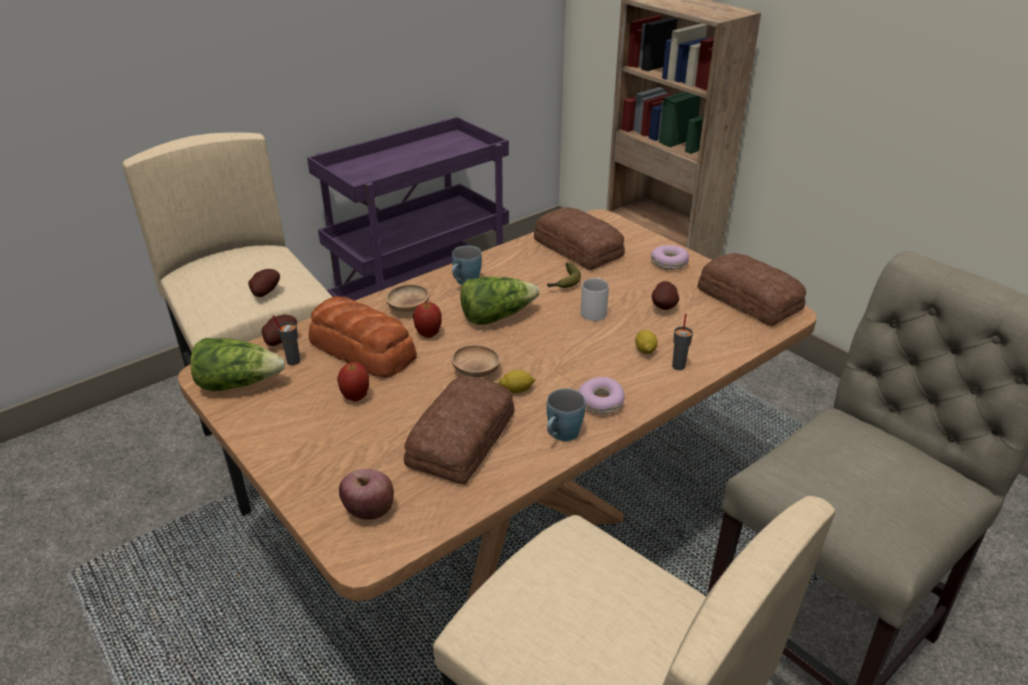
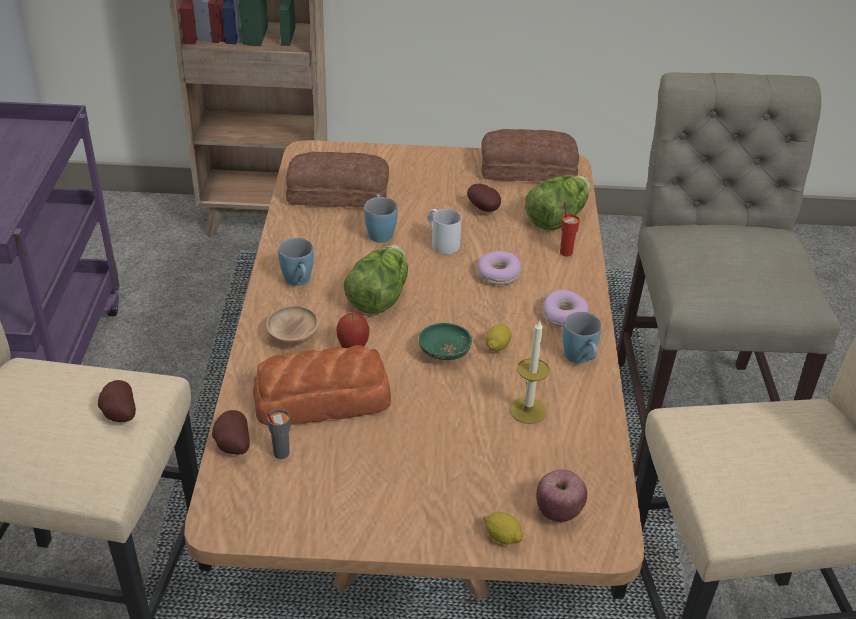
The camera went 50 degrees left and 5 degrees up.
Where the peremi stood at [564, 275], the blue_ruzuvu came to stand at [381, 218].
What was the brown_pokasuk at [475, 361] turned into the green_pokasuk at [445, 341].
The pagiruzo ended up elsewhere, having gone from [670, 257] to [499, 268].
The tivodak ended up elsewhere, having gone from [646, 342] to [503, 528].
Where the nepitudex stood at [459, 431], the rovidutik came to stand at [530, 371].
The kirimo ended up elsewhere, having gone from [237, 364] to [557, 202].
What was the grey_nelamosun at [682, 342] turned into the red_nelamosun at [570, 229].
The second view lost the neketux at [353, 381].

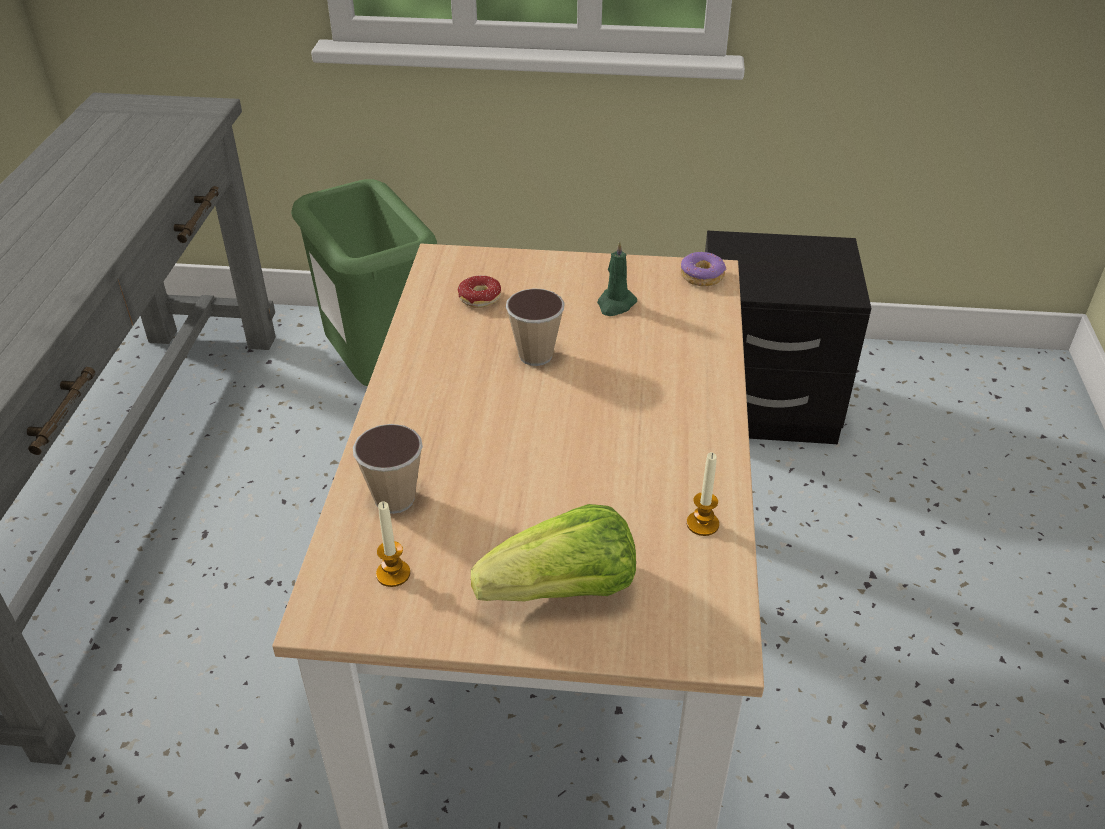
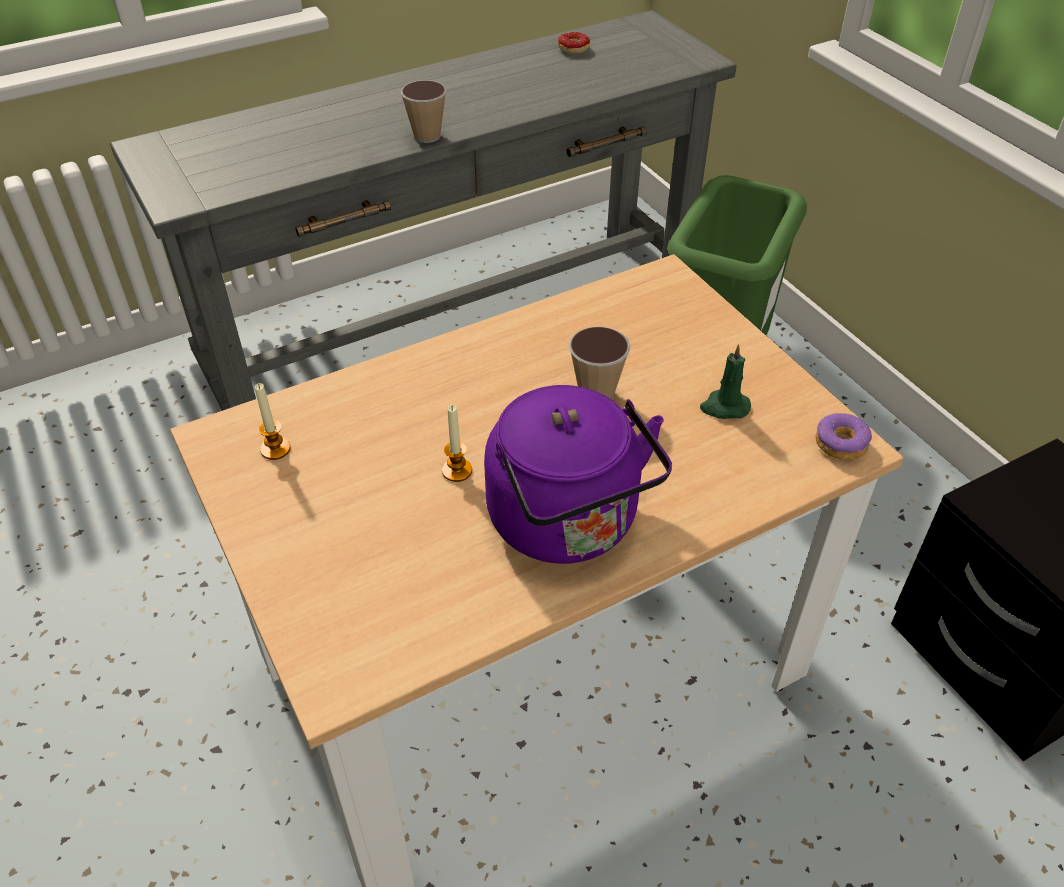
The camera went 55 degrees right and 5 degrees up.
The nelamosun ended up elsewhere, having gone from [388, 469] to [424, 111].
The rovidutik ended up elsewhere, having gone from [703, 494] to [457, 443].
The second view gained the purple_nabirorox at [578, 474].
The pagiruzo ended up elsewhere, having gone from [479, 291] to [574, 43].
The second view lost the kirimo at [553, 552].

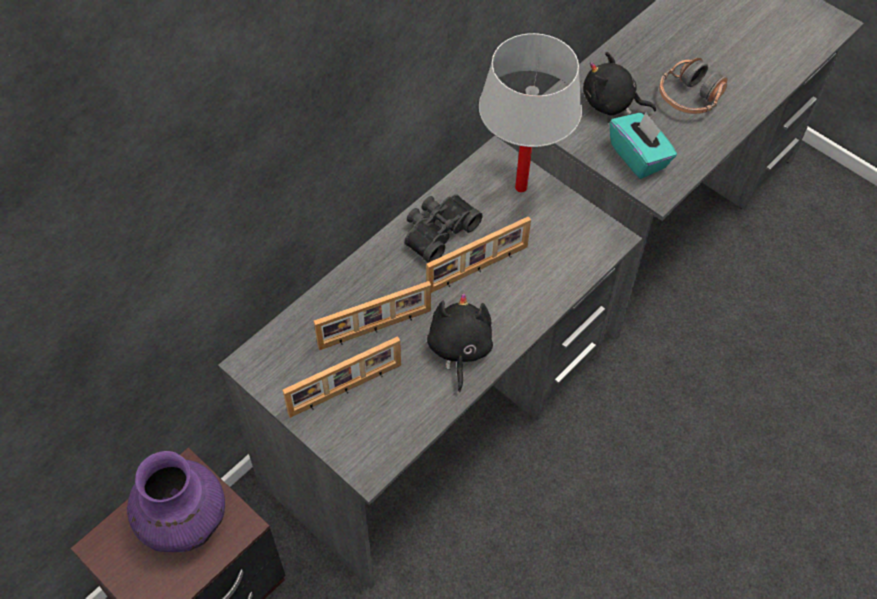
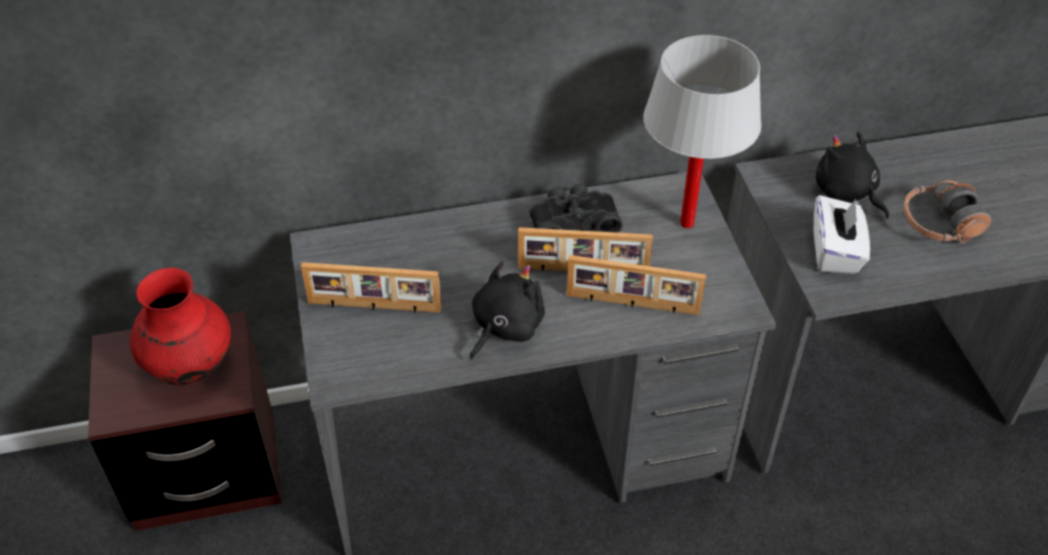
The camera went 35 degrees right and 10 degrees down.
What was the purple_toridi at [176, 501] turned into the red_toridi at [180, 327].
The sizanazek ended up elsewhere, having gone from [372, 315] to [636, 285].
What was the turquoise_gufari at [643, 145] turned into the white_gufari at [842, 234].

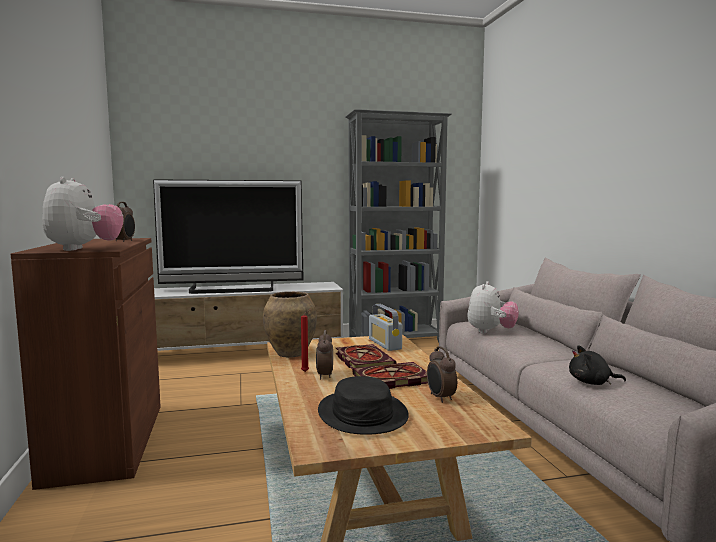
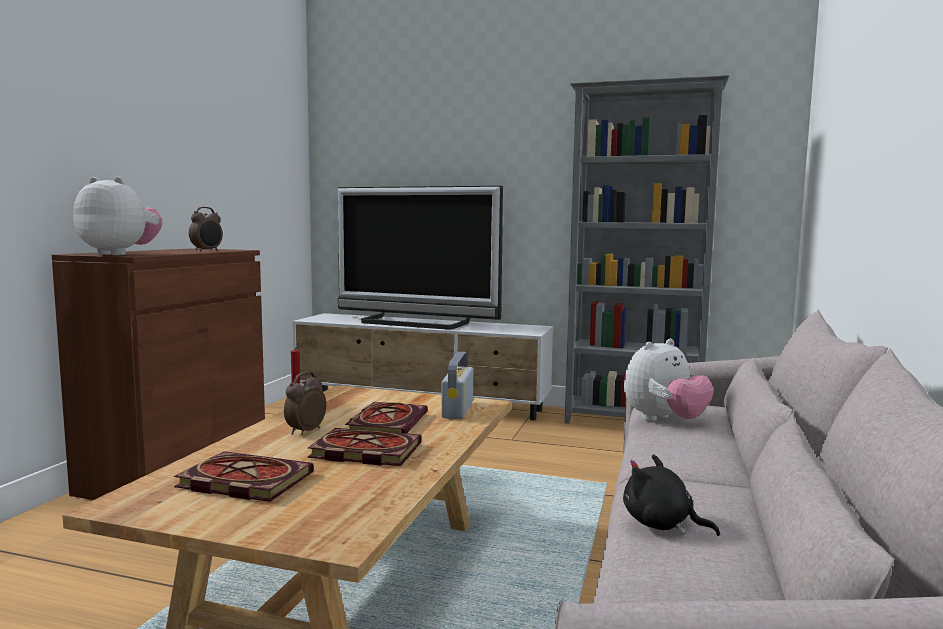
The camera went 30 degrees right and 0 degrees up.
The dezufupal at [82, 214] ended up facing another way, 90 degrees counterclockwise from before.
Where the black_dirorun stood at [363, 405], the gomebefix came to stand at [244, 476].
The second view lost the brown_toridi at [290, 324].
The second view lost the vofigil at [442, 374].

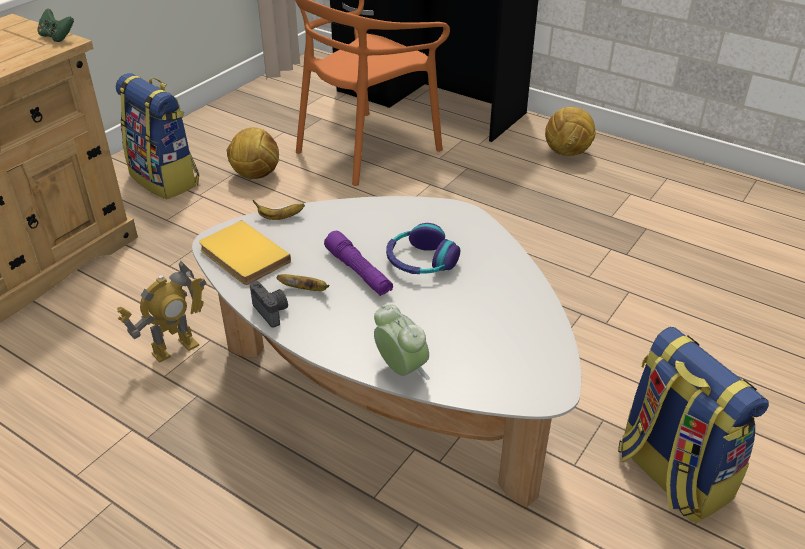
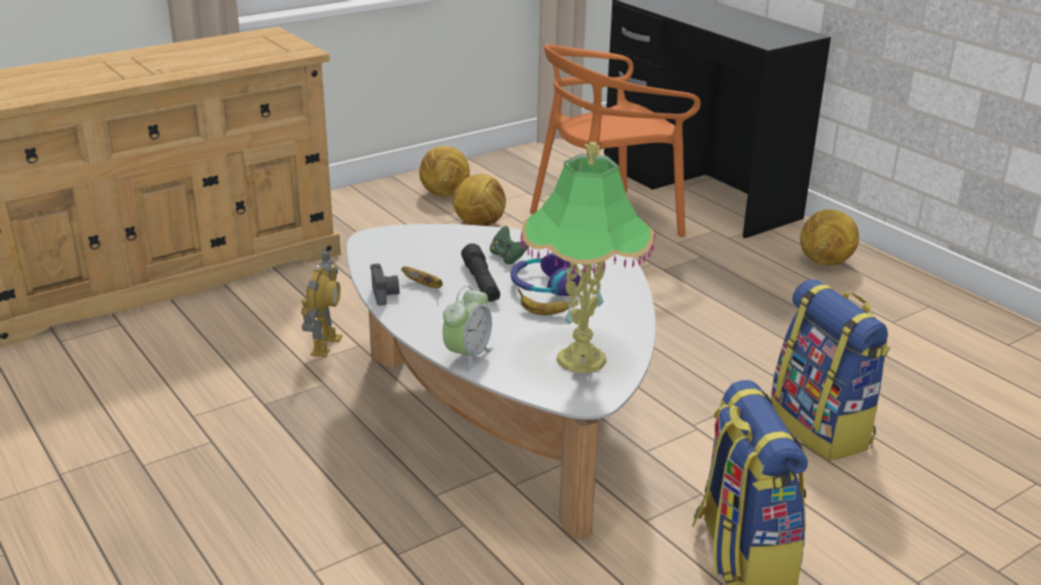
The camera went 20 degrees right and 10 degrees down.
The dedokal at [162, 311] ended up facing another way, 60 degrees counterclockwise from before.
The second view gained the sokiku at [444, 171].
The vofigil at [402, 342] ended up facing another way, 45 degrees clockwise from before.
What was the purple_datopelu at [358, 263] turned into the black_datopelu at [480, 272].
The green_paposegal ended up elsewhere, having gone from [55, 25] to [509, 245].
The peremi ended up elsewhere, having gone from [279, 210] to [544, 301].
The second view gained the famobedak at [588, 257].
The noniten ended up elsewhere, having gone from [157, 136] to [830, 370].
The second view lost the yellow_gomebefix at [245, 252].

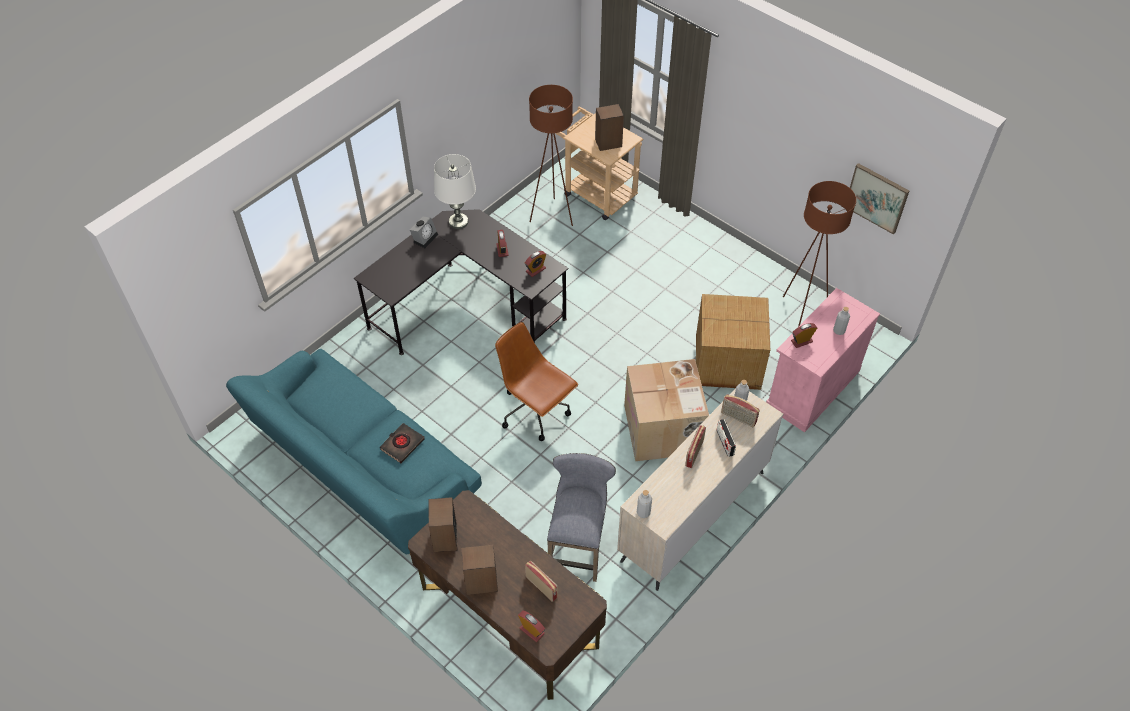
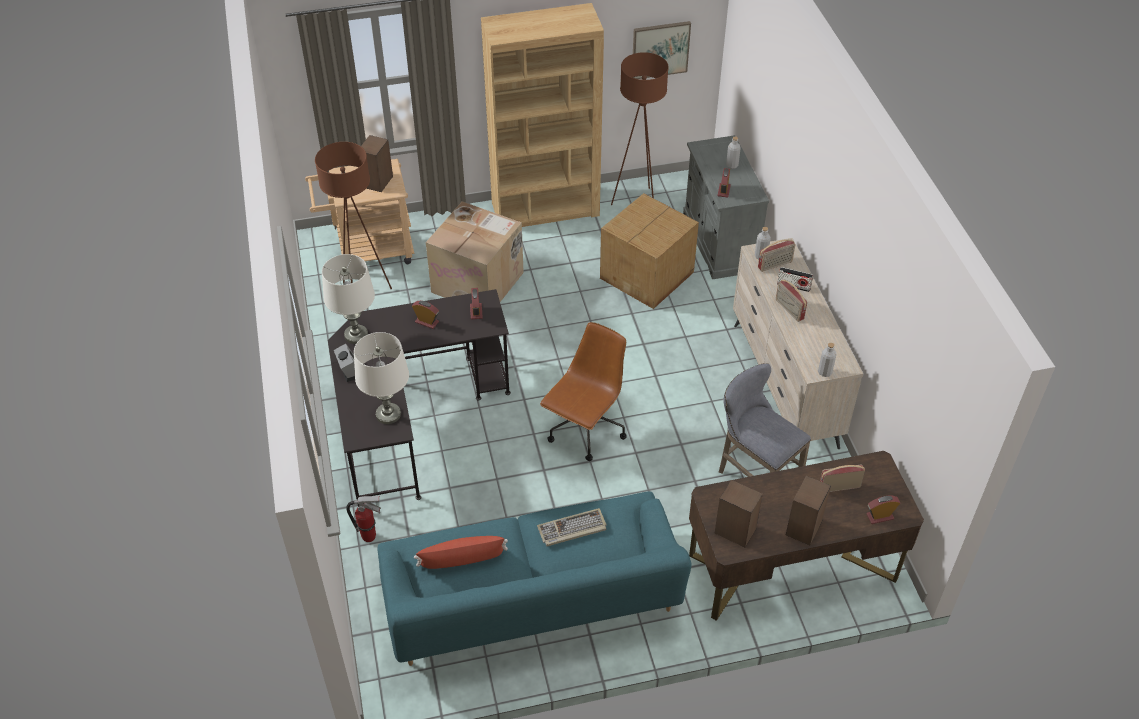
The camera went 55 degrees left and 5 degrees down.
The second view gained the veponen at [363, 519].
The second view gained the white_famobedak at [381, 378].
The second view gained the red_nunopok at [461, 552].
The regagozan ended up elsewhere, having gone from [666, 410] to [475, 251].
The second view gained the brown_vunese at [542, 115].
Where the black_gomebefix stood at [402, 443], the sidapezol came to stand at [572, 527].
The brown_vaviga at [536, 381] ended up facing another way, 135 degrees clockwise from before.
What was the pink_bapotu at [823, 360] turned into the grey_bapotu at [726, 207].

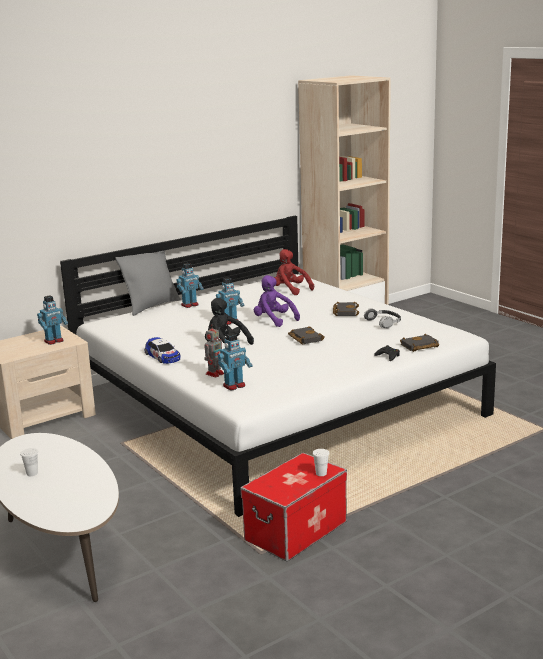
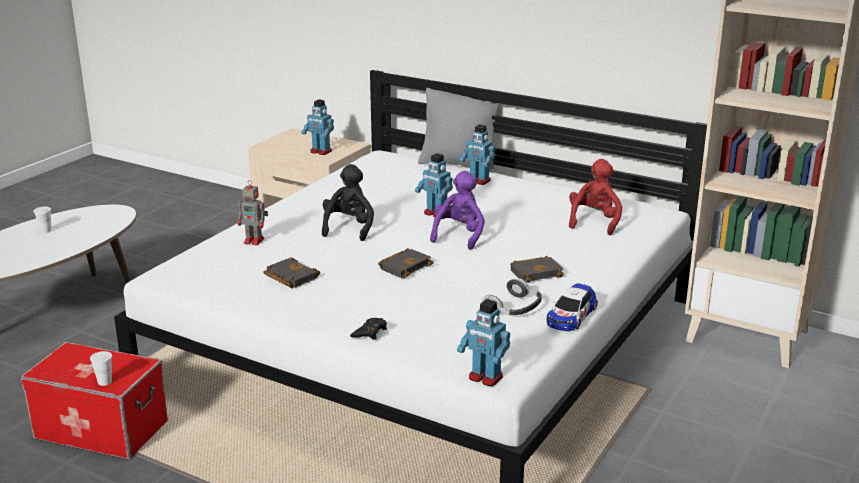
The camera went 65 degrees right and 5 degrees up.
The black_gomebefix ended up elsewhere, having gone from [419, 343] to [291, 272].
The dedokal ended up elsewhere, having gone from [235, 361] to [483, 342].
The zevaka ended up elsewhere, having gone from [162, 350] to [572, 307].

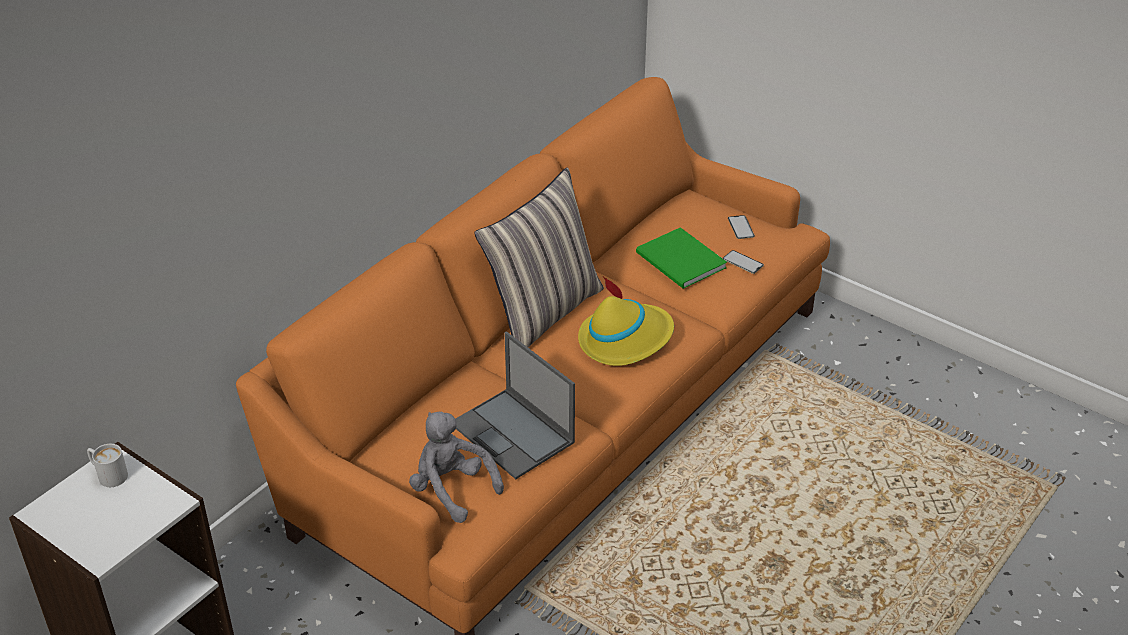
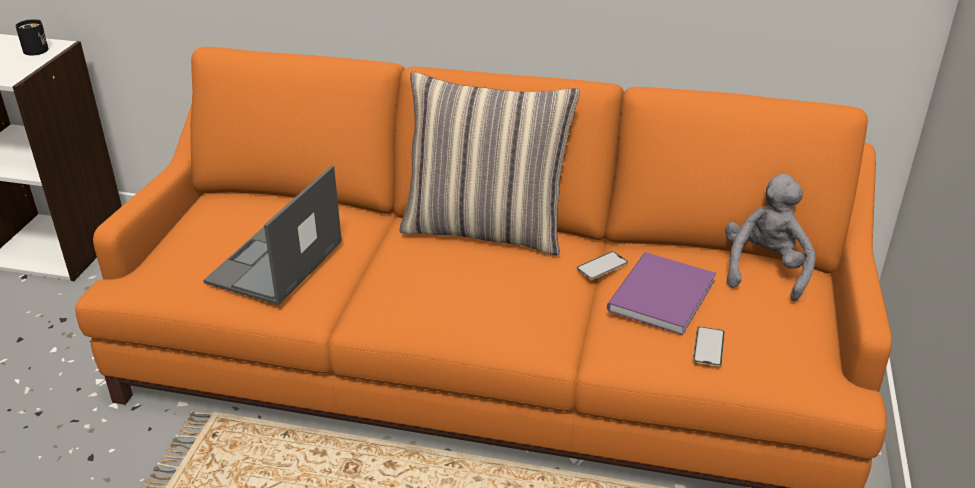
The camera went 65 degrees right and 5 degrees down.
What was the white_ruzuvu at [107, 465] turned into the black_ruzuvu at [32, 37].
The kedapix ended up elsewhere, having gone from [741, 227] to [602, 265].
What was the green_gomebefix at [681, 258] turned into the purple_gomebefix at [661, 293].
The grey_dezufupal ended up elsewhere, having gone from [456, 467] to [770, 237].
The second view lost the yellow_dirorun at [626, 321].

